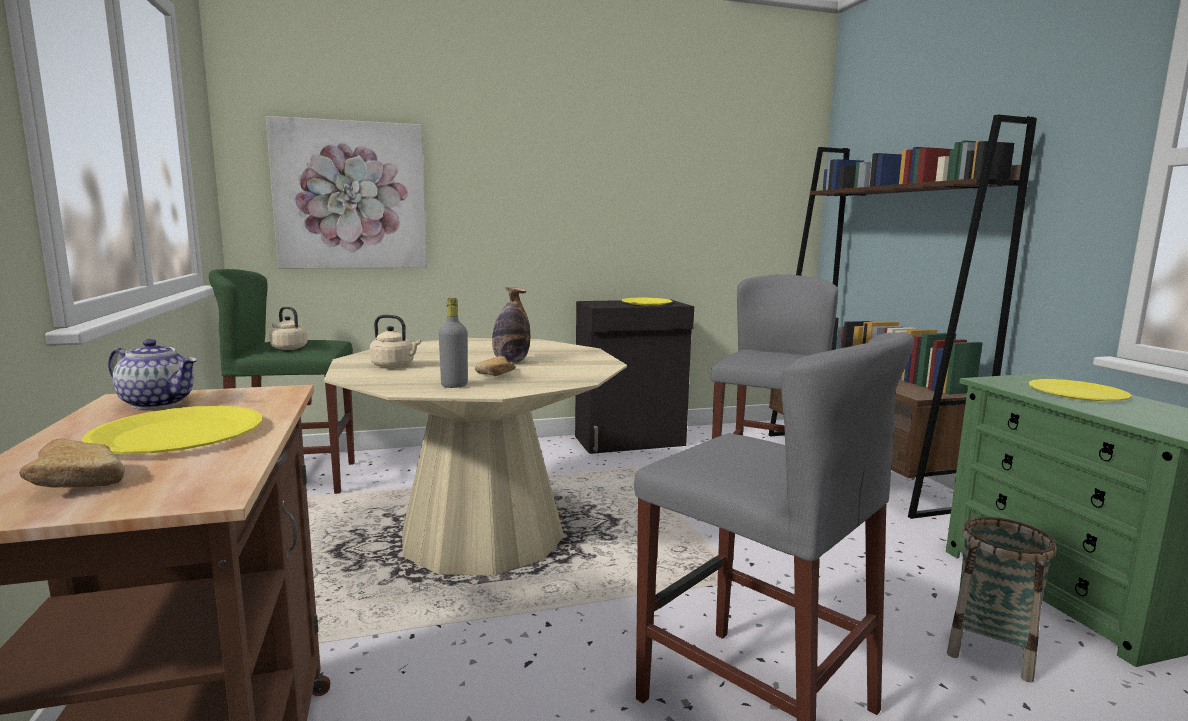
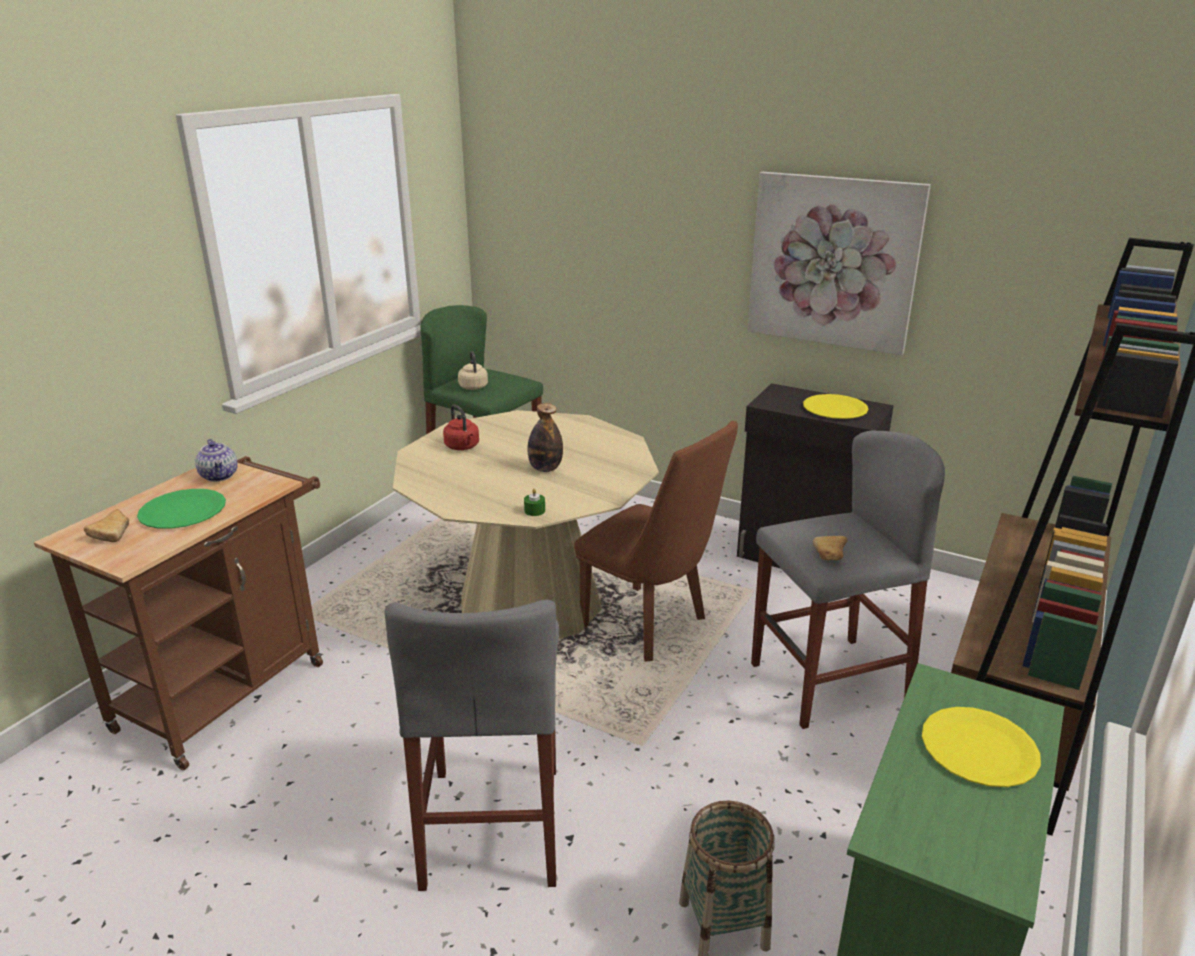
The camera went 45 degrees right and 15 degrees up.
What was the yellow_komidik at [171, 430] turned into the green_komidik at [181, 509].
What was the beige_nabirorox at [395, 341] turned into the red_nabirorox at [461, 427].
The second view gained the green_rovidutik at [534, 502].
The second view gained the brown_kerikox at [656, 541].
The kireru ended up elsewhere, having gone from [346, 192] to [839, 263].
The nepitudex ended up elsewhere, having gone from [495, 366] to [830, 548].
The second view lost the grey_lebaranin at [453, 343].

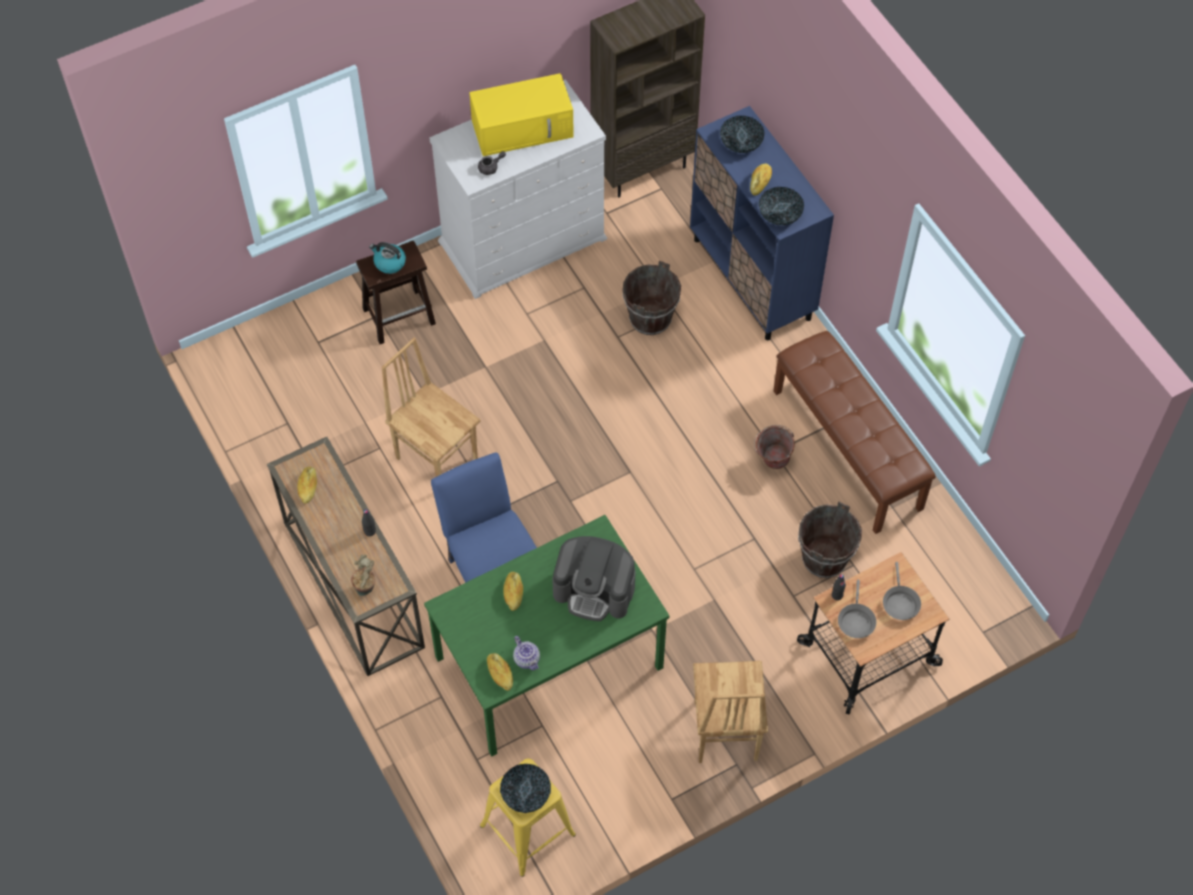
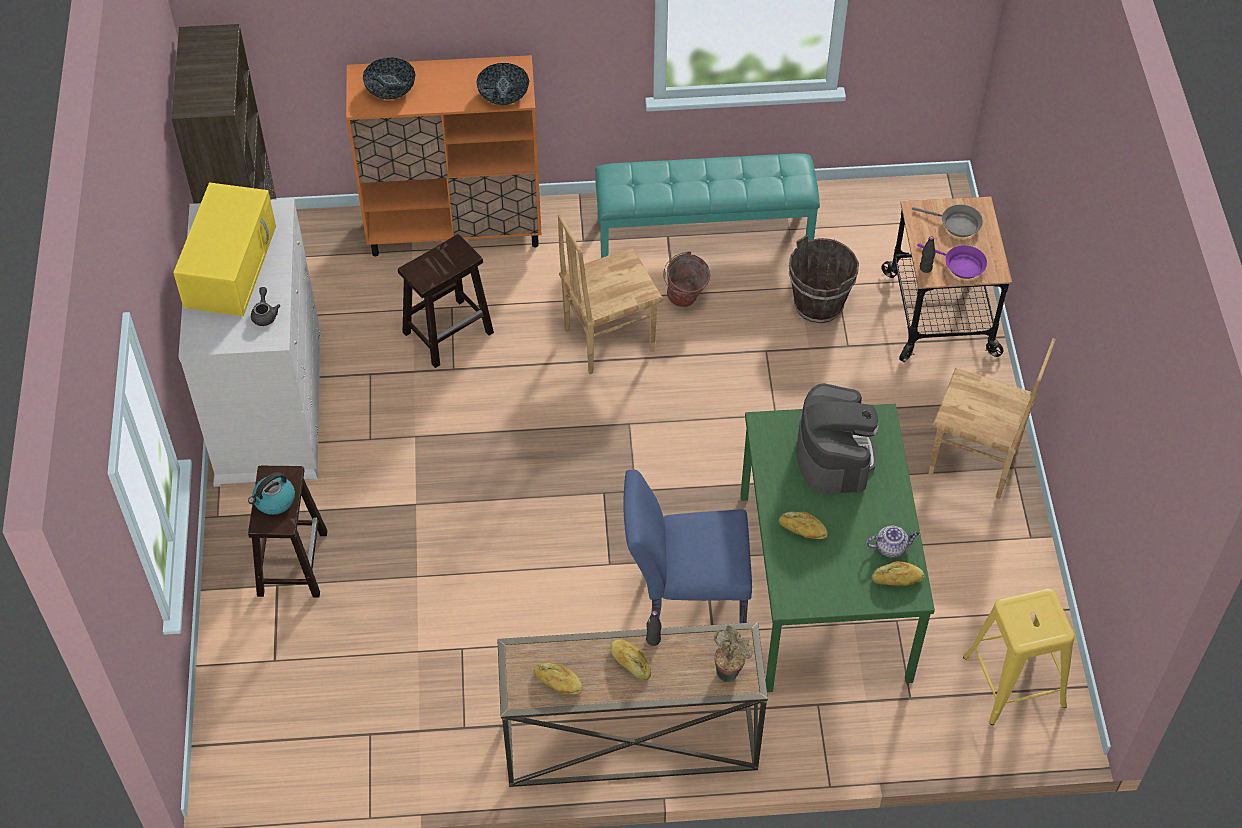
The camera went 65 degrees left and 5 degrees down.
What was the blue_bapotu at [762, 223] turned into the orange_bapotu at [444, 156].
Where the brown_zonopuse stood at [651, 298], the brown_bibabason came to stand at [446, 301].
The brown_kerikox ended up elsewhere, having gone from [431, 407] to [610, 294].
What was the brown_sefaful at [855, 432] turned into the turquoise_sefaful at [707, 205].
The nepitudex ended up elsewhere, having gone from [761, 179] to [630, 659].
The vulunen at [593, 578] ended up facing another way, 45 degrees counterclockwise from before.
What was the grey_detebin at [857, 609] turned into the purple_detebin at [952, 261].
The second view lost the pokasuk at [525, 788].

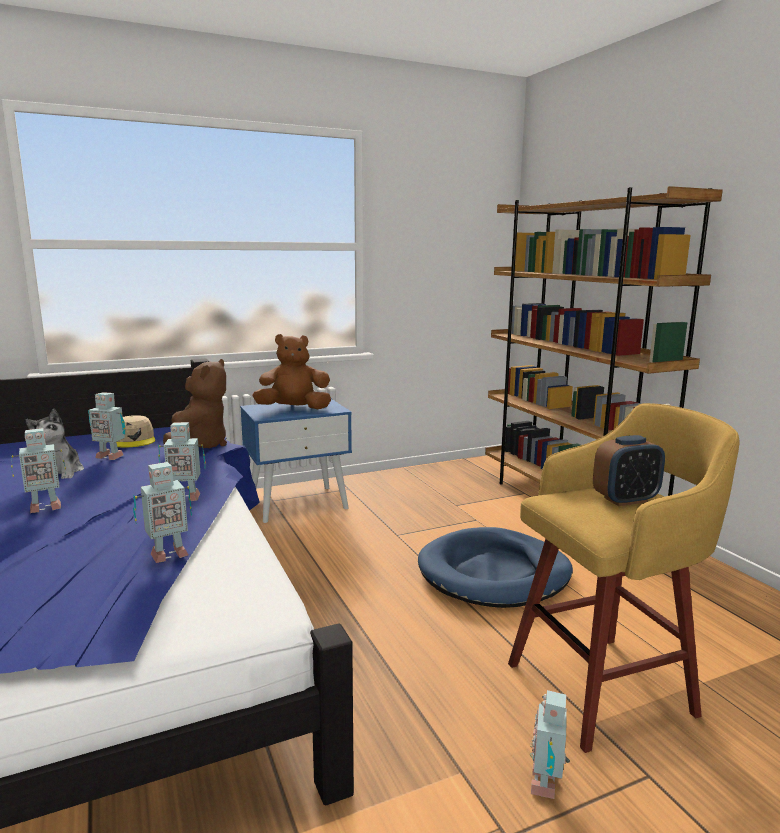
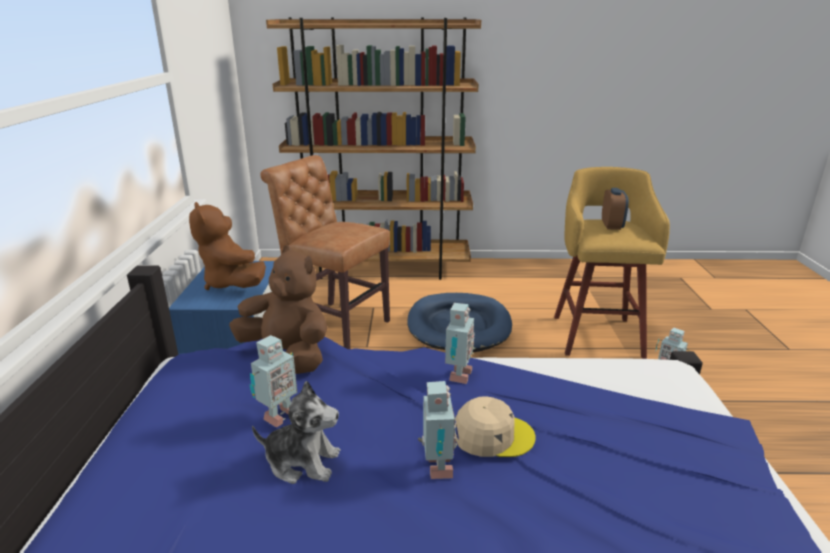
The camera went 65 degrees left and 10 degrees up.
The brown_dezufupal at [292, 371] ended up facing another way, 45 degrees counterclockwise from before.
The second view gained the brown_kerikox at [325, 252].
The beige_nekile ended up elsewhere, having gone from [135, 431] to [495, 426].
The second view lost the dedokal at [162, 512].

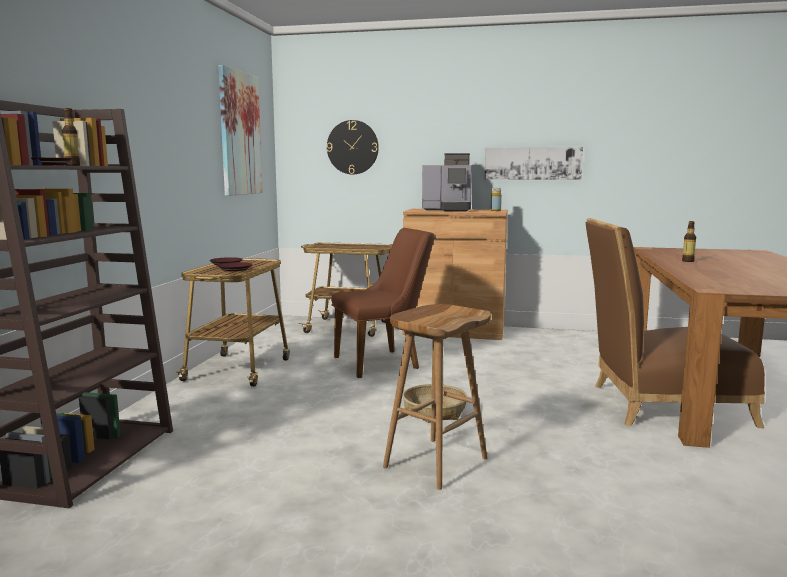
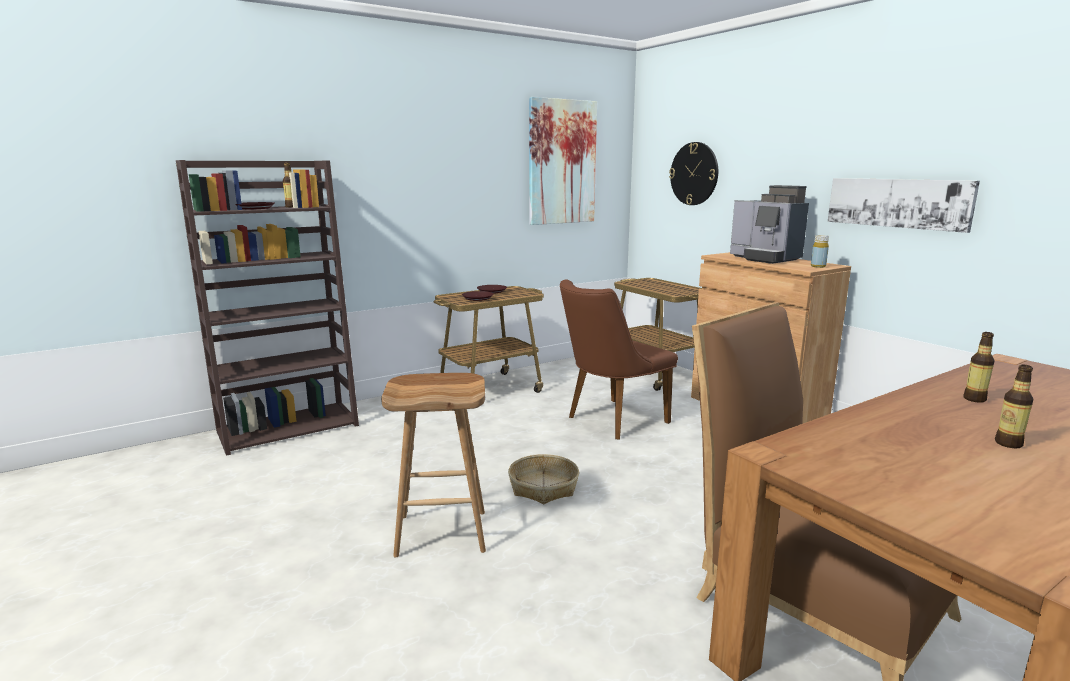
The camera went 45 degrees right and 5 degrees up.
The brown_kerikox at [383, 303] ended up facing another way, 120 degrees clockwise from before.
The second view gained the lebaranin at [1014, 406].

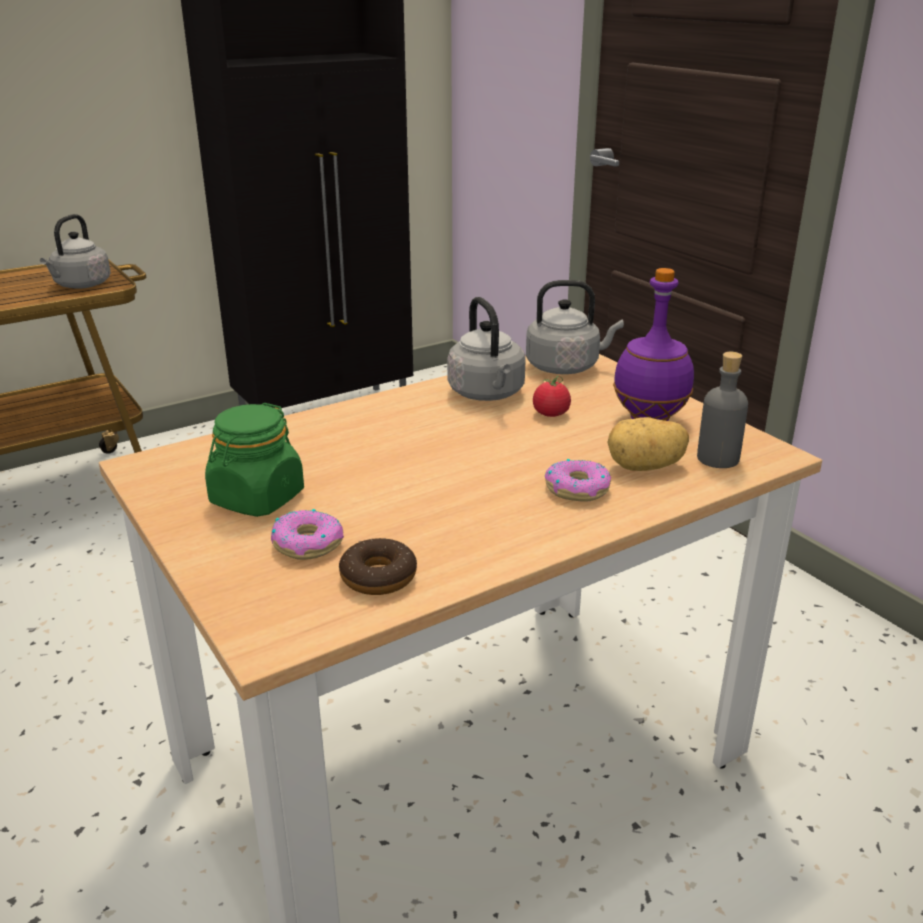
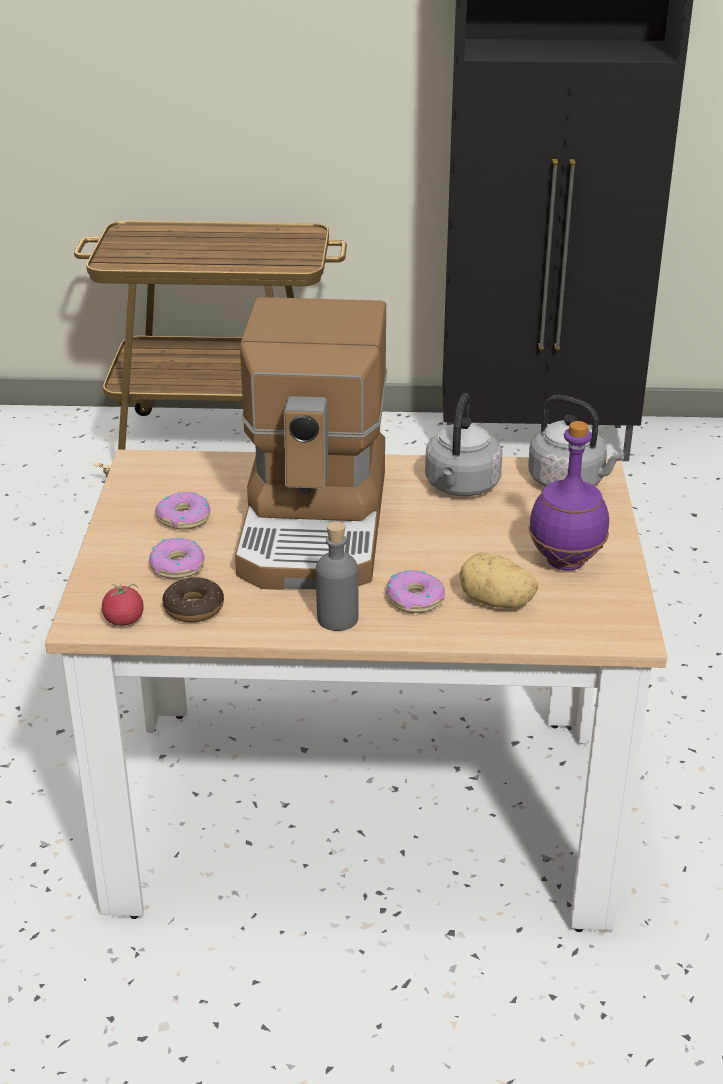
The camera went 35 degrees right and 5 degrees up.
The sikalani ended up elsewhere, having gone from [552, 396] to [123, 605].
Where the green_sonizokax stood at [254, 460], the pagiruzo came to stand at [182, 511].
The second view gained the vulunen at [311, 443].
The grey_lebaranin ended up elsewhere, having gone from [722, 410] to [337, 576].
The second view lost the grey_nabirorox at [75, 251].

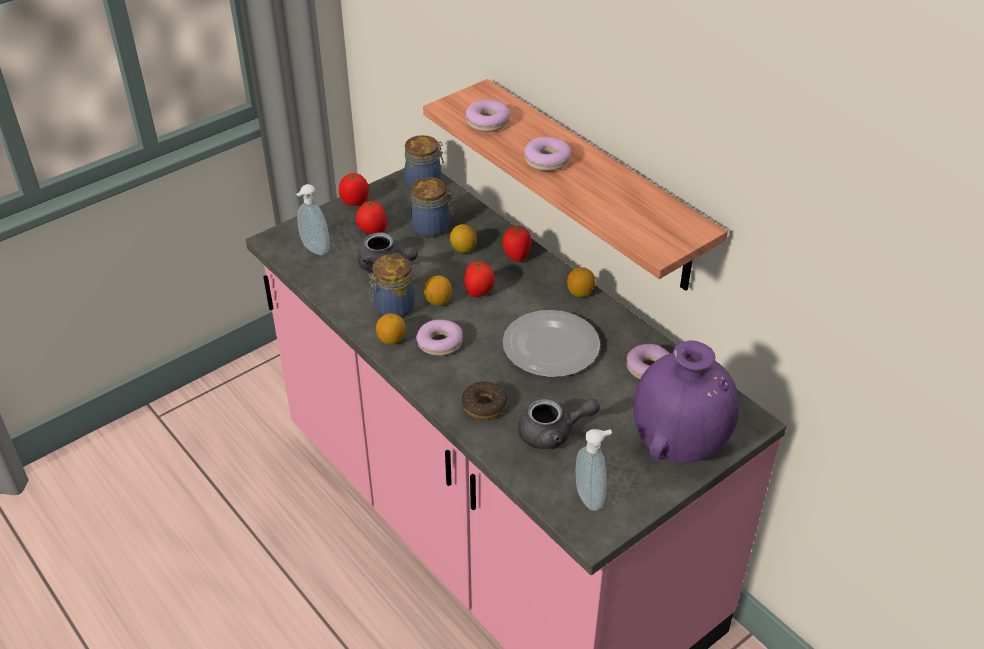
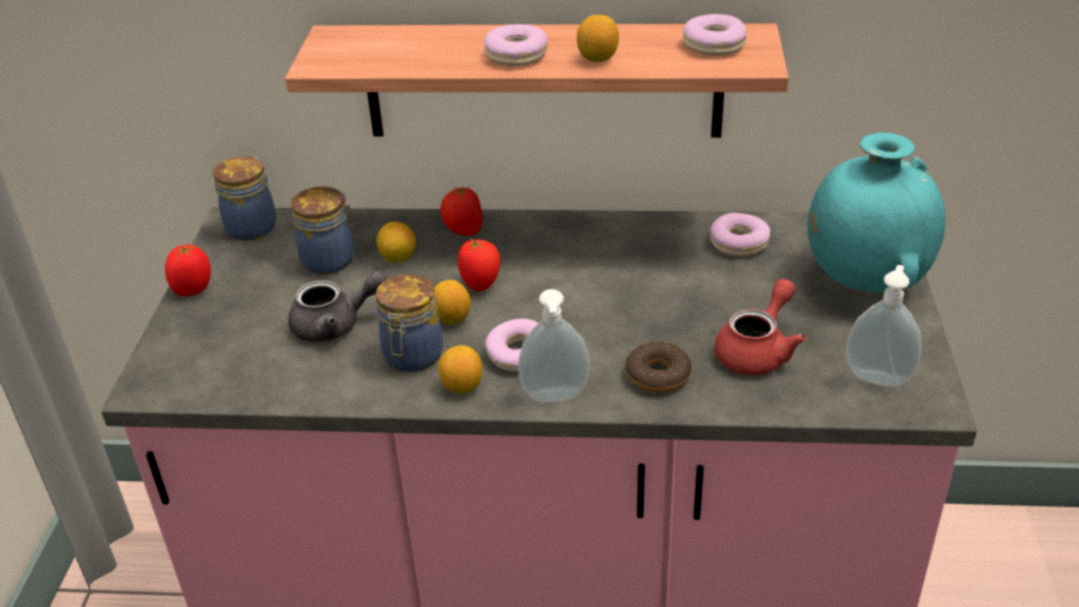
The camera went 45 degrees left and 5 degrees down.
The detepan ended up elsewhere, having gone from [313, 219] to [554, 345].
The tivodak ended up elsewhere, having gone from [581, 282] to [598, 38].
The pagiruzo ended up elsewhere, having gone from [488, 116] to [715, 35].
What was the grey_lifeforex at [559, 424] turned into the red_lifeforex at [760, 326].
What was the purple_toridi at [686, 401] turned into the turquoise_toridi at [876, 212].
The second view lost the sikalani at [371, 217].
The second view lost the komidik at [551, 343].

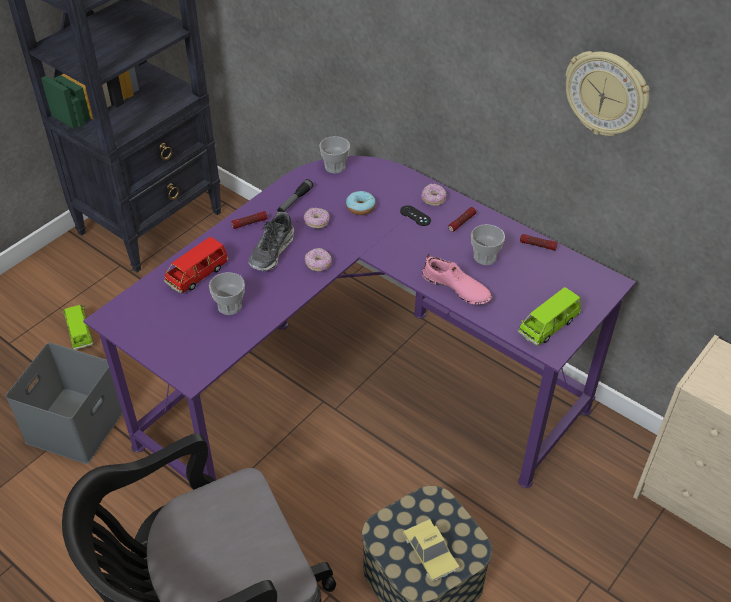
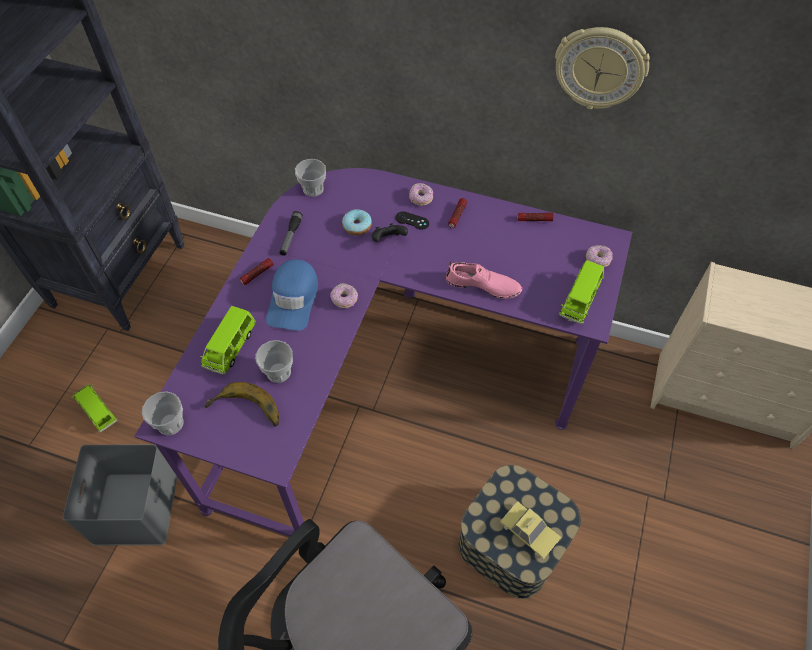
The camera went 20 degrees left and 10 degrees up.
The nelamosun ended up elsewhere, having gone from [488, 244] to [163, 413].
What was the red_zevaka at [196, 265] turned into the green_zevaka at [228, 340].
The second view gained the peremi at [242, 404].
Where the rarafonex stood at [271, 241], the blue_nekile came to stand at [292, 295].
The second view gained the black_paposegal at [390, 232].
The pagiruzo ended up elsewhere, having gone from [317, 218] to [599, 256].

